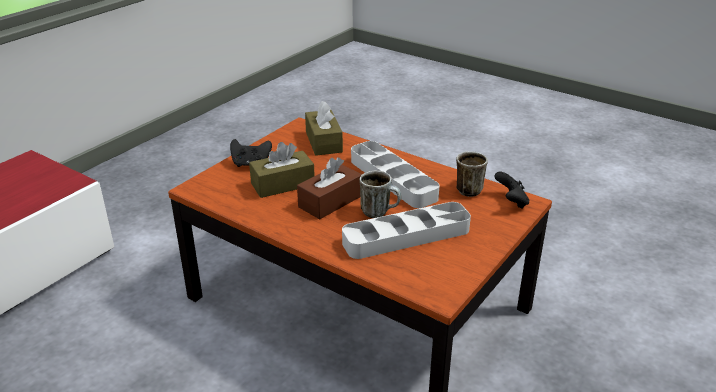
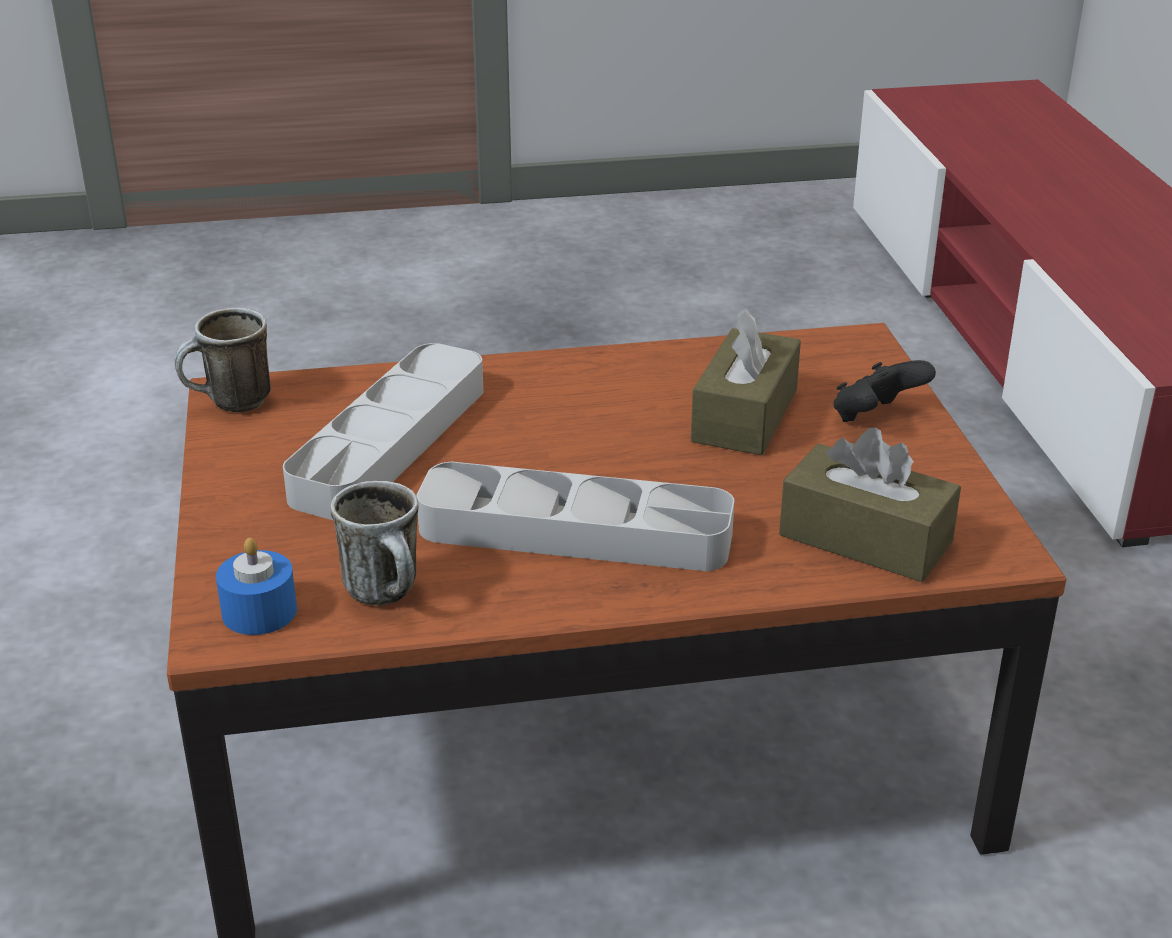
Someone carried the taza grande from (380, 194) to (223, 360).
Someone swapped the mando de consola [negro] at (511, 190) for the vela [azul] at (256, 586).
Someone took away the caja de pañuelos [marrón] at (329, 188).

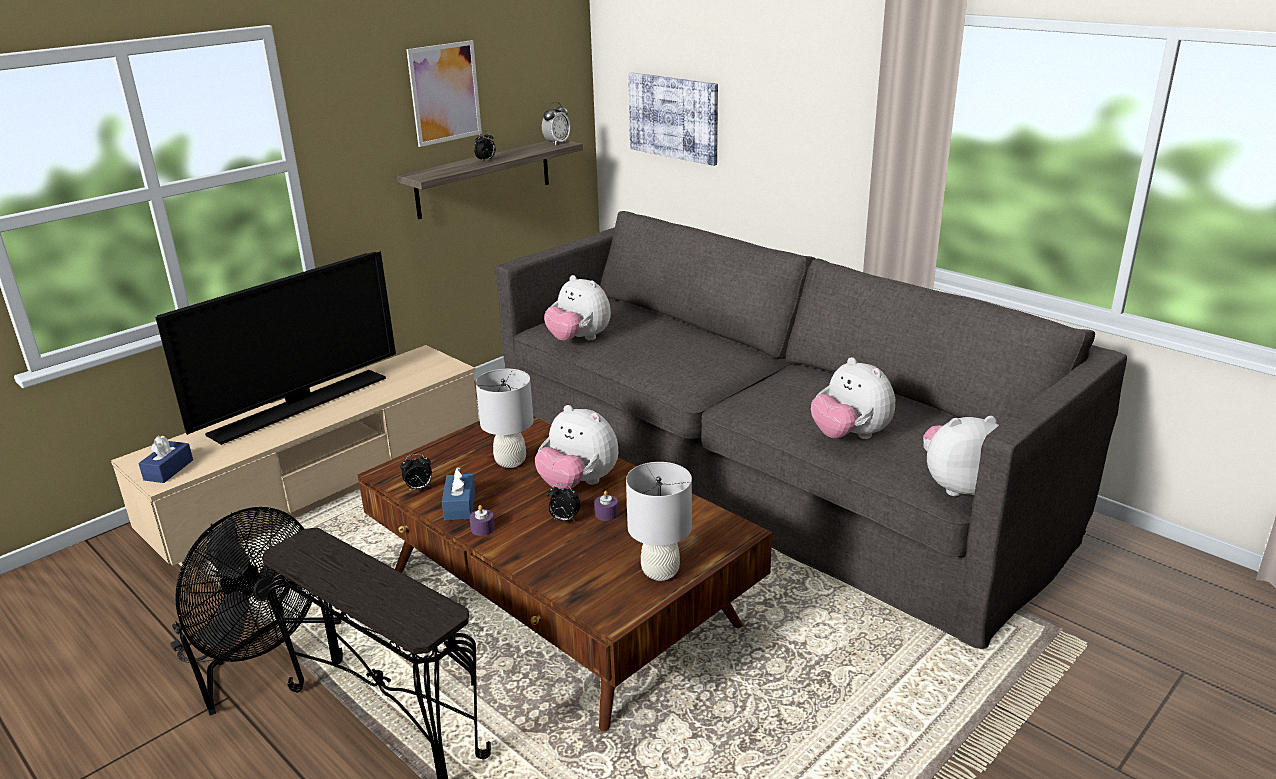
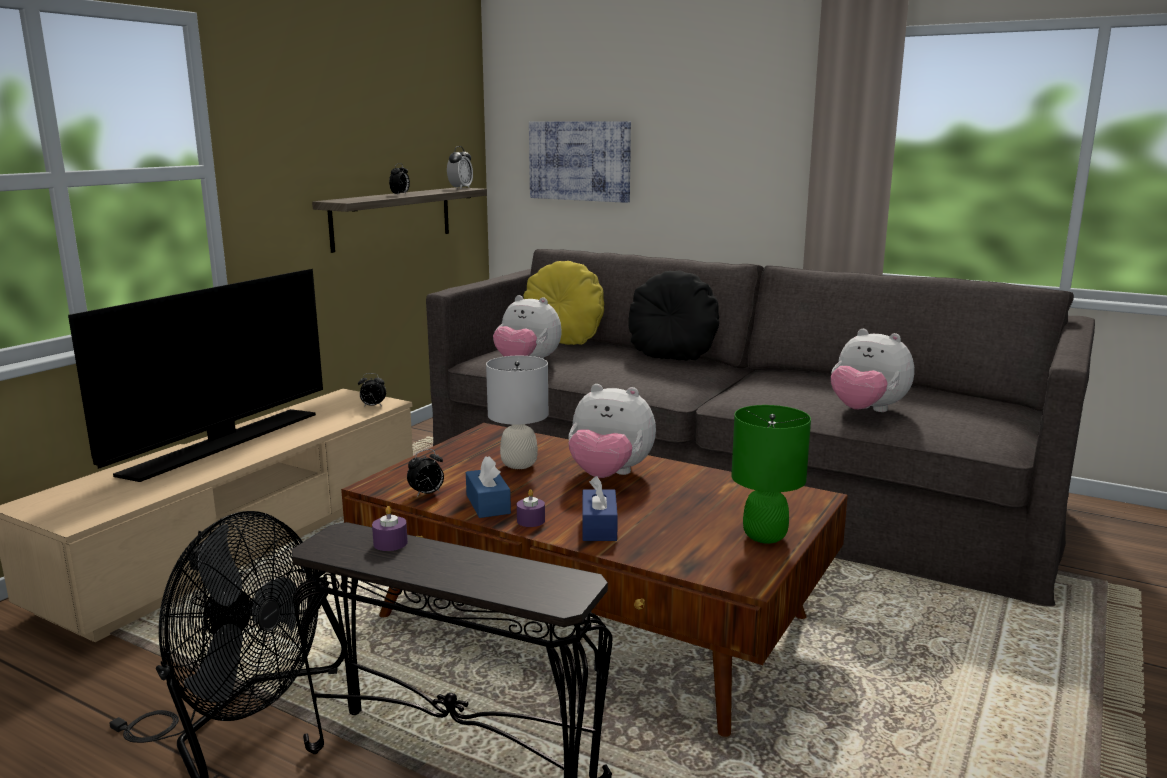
Someone carried the despertador from (564, 503) to (372, 390).
Someone carried the vela [morado] from (606, 506) to (390, 528).
Someone put down the cojín [amarillo] at (563, 303).
Someone carried the caja de pañuelos [azul] from (165, 459) to (600, 508).
Someone put down the cojín [negro] at (673, 315).
Someone repainted the lámpara de mesa [gris] at (659, 521), which became the lámpara de mesa [verde] at (771, 474).
Someone took away the cuadro at (444, 93).
Someone took away the peluche at (961, 456).

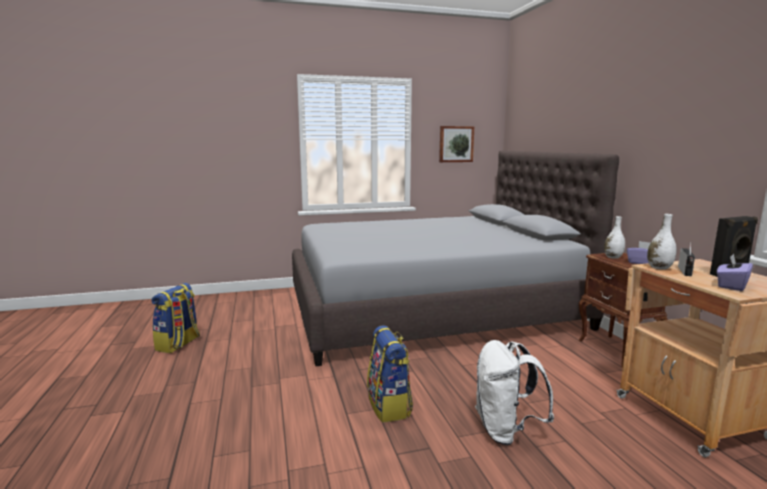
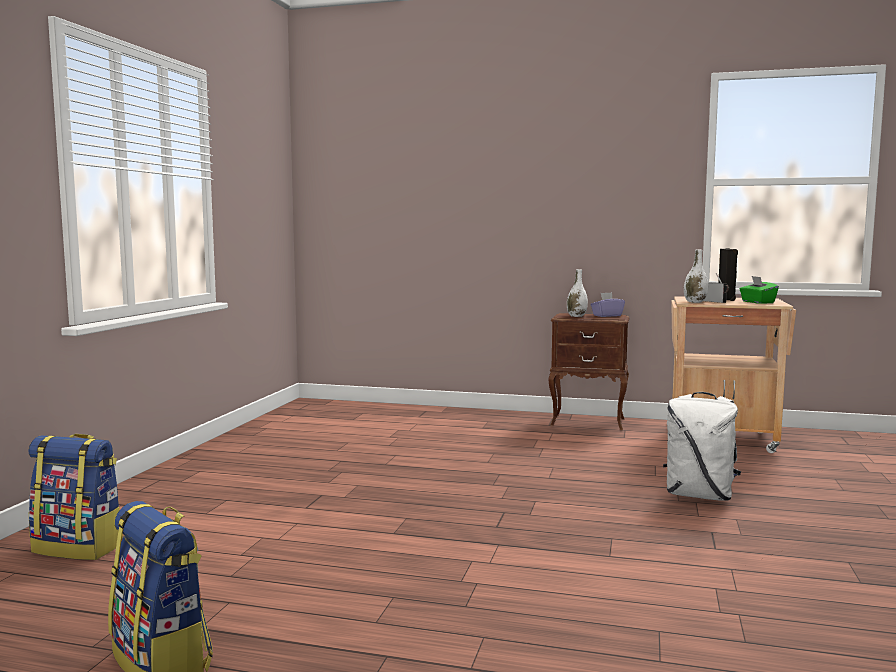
Someone carried the mochila from (390, 374) to (76, 497).
Someone repainted the caja de pañuelos [morado] at (735, 272), which became the caja de pañuelos [verde] at (759, 290).
Someone took away the cama [gris] at (455, 258).
Someone took away the cuadro at (456, 144).

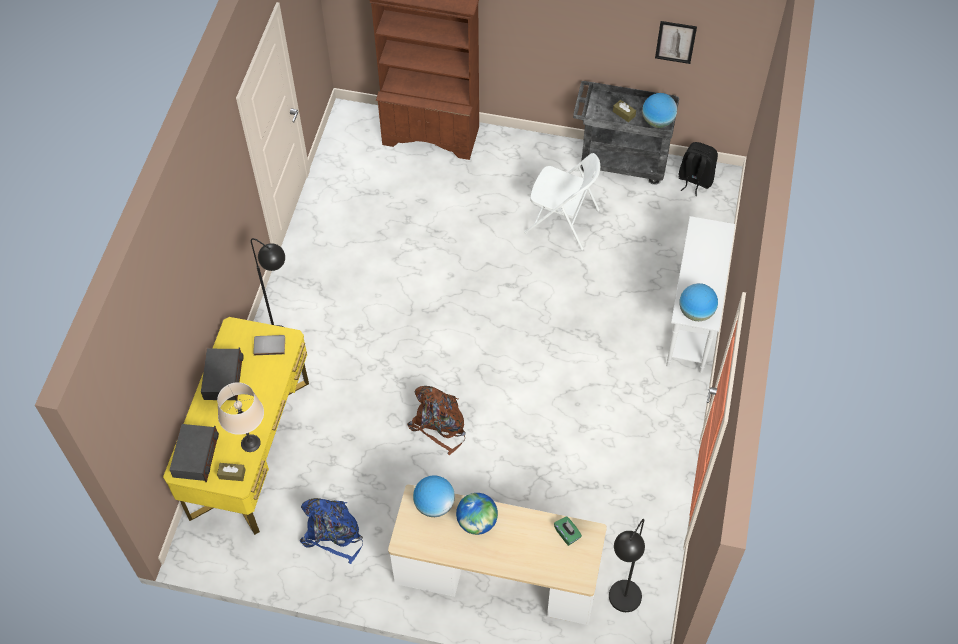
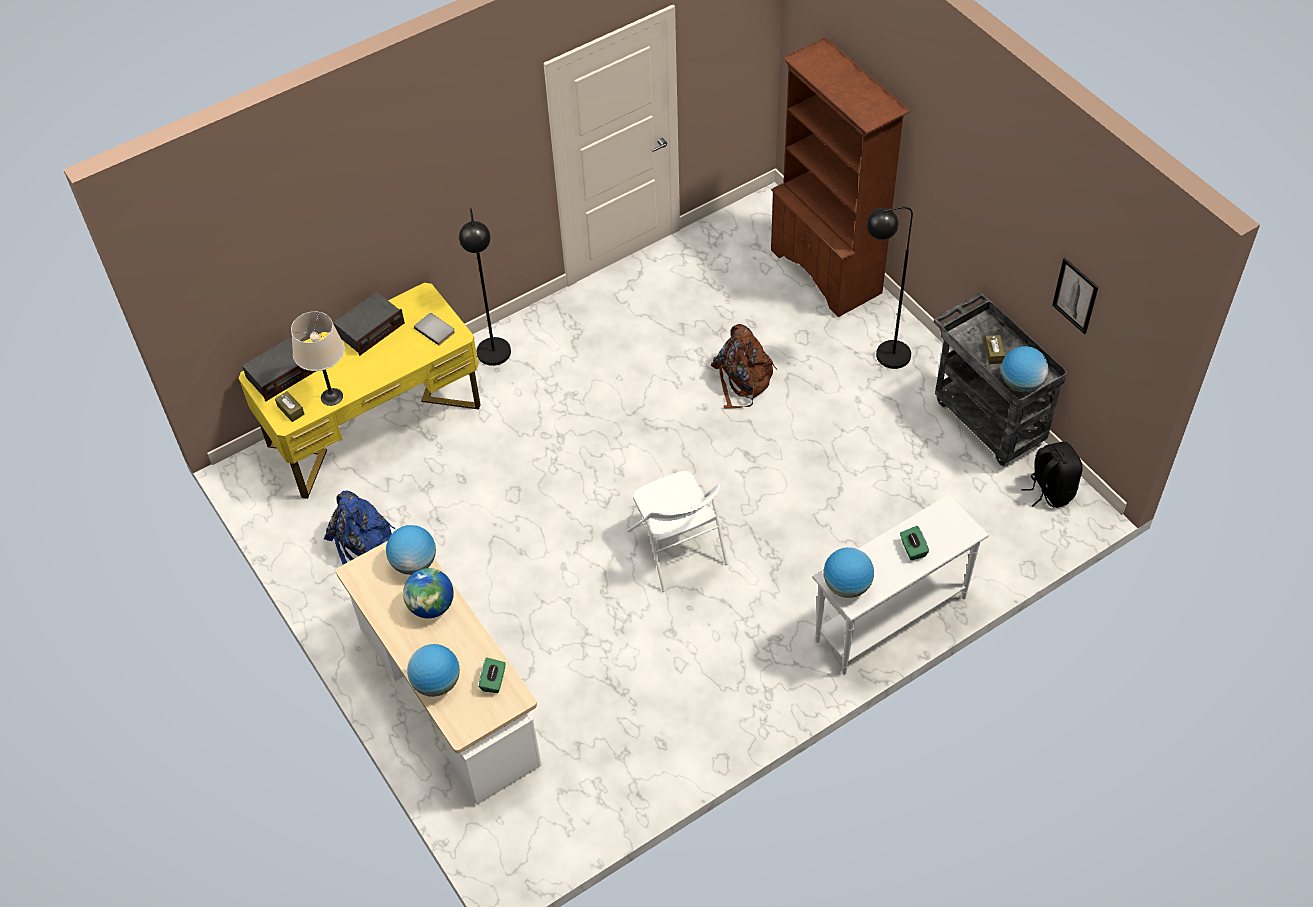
Someone put down the globo terráqueo at (433, 670).
Someone carried the silla [blanco] from (562, 201) to (678, 531).
Someone carried the mochila [marrón] from (436, 420) to (743, 366).
Someone carried the lámpara de pie [negro] from (627, 565) to (890, 288).
Someone put down the caja de pañuelos [verde] at (914, 543).

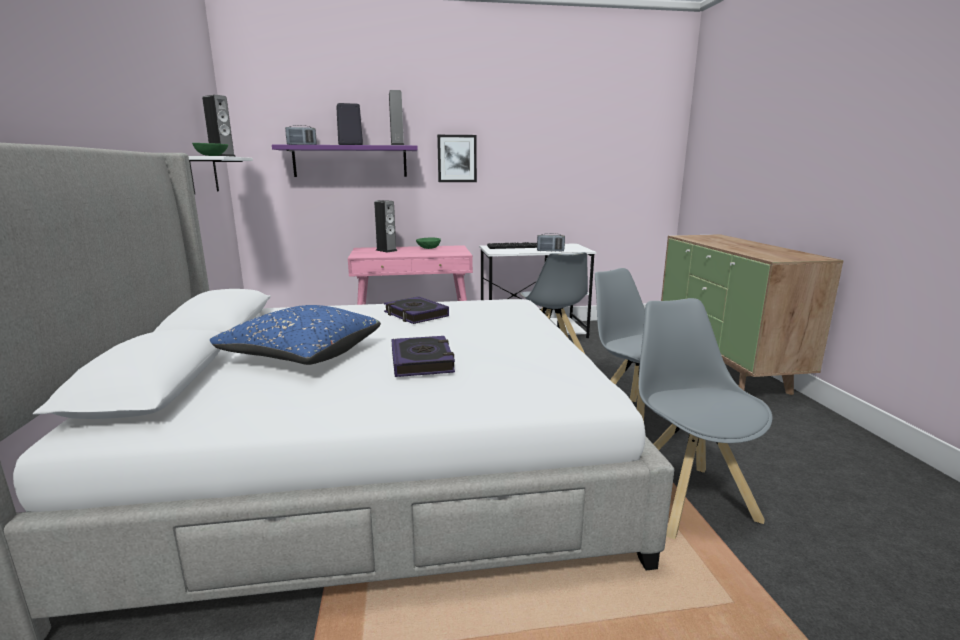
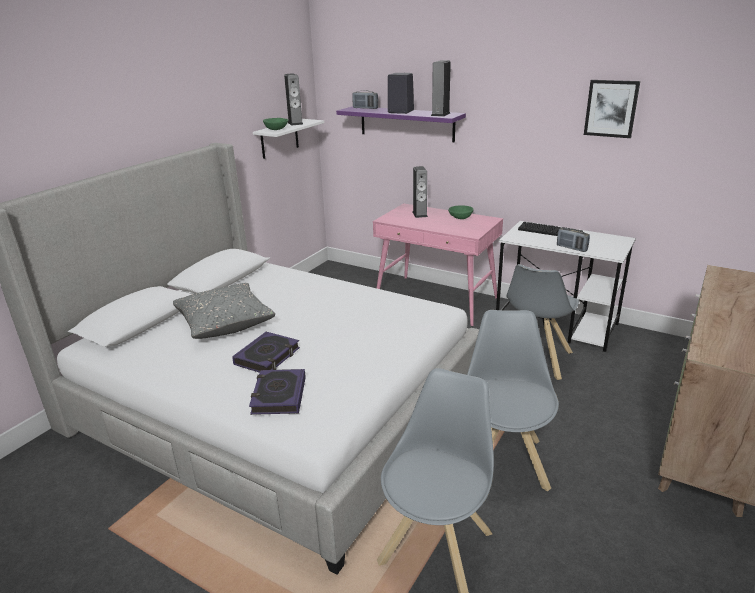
Someone repainted the cojín [azul] at (295, 335), which became the cojín [gris] at (224, 311).
Someone carried the libro from (416, 310) to (277, 392).
Someone carried the cuadro from (457, 158) to (612, 109).

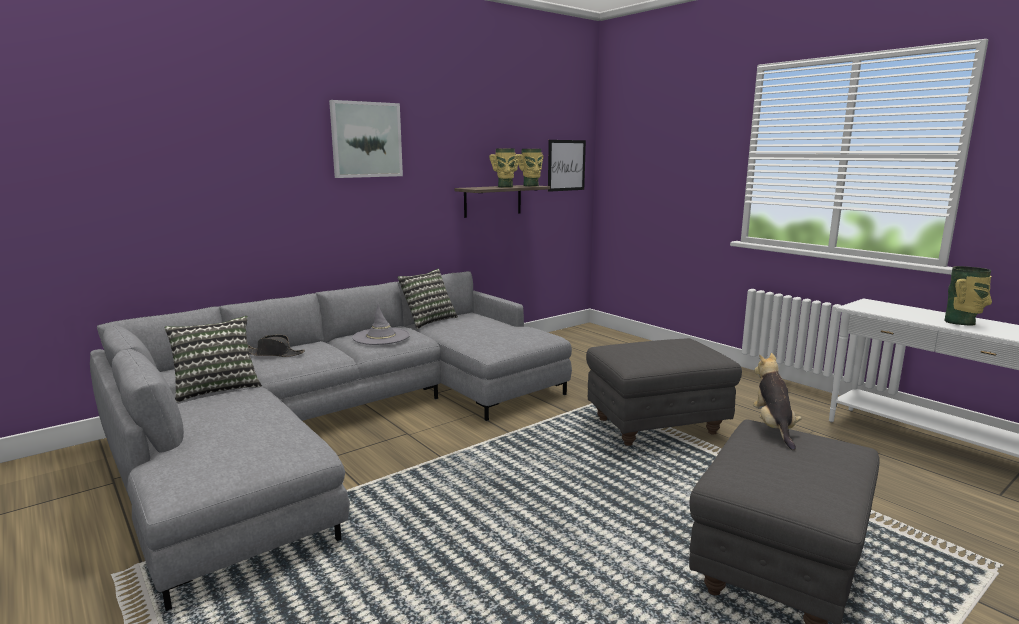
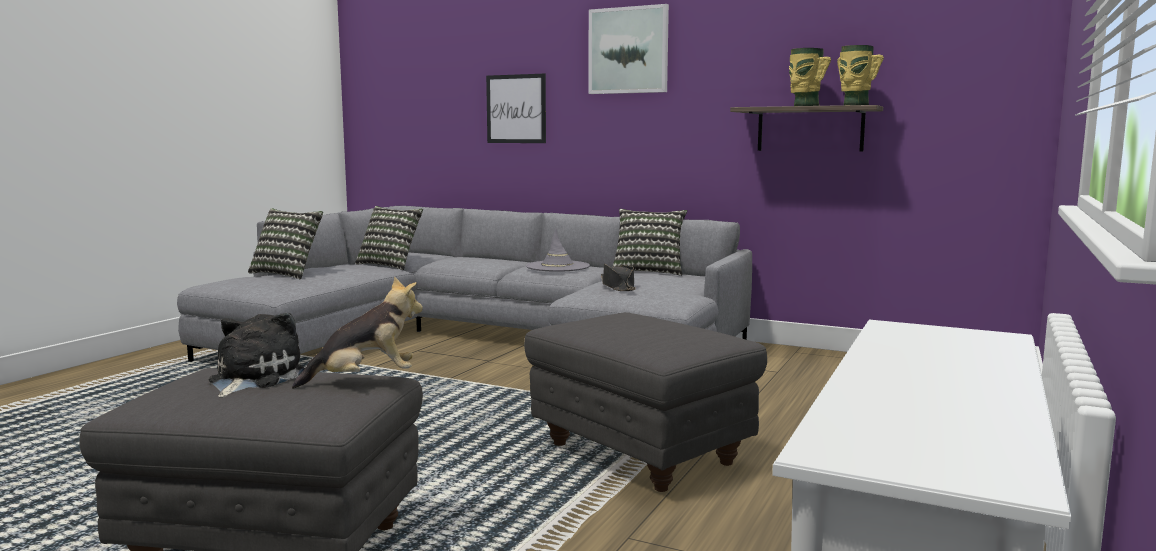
Someone put down the peluche at (256, 355).
Someone put down the cojín at (285, 244).
Someone carried the cuadro from (567, 166) to (516, 108).
Someone carried the sombrero [negro] from (276, 346) to (618, 277).
Someone took away the florero at (968, 296).

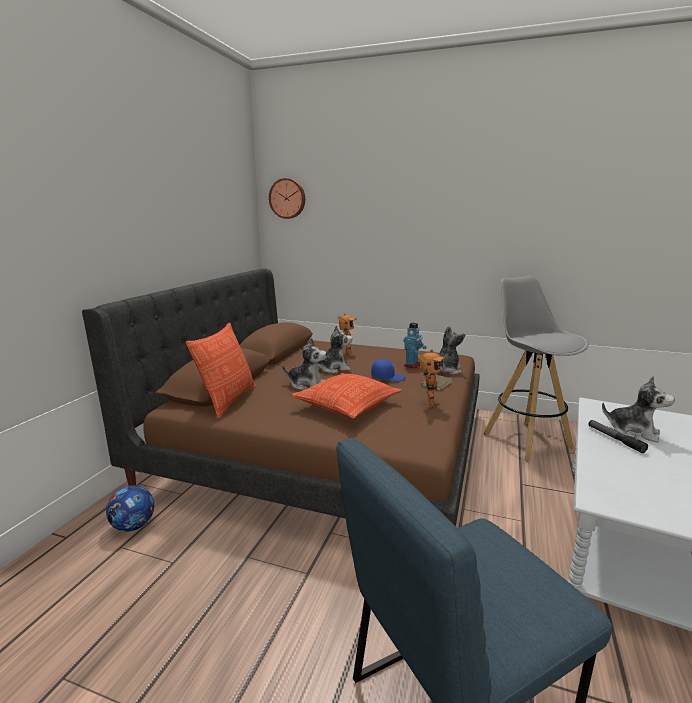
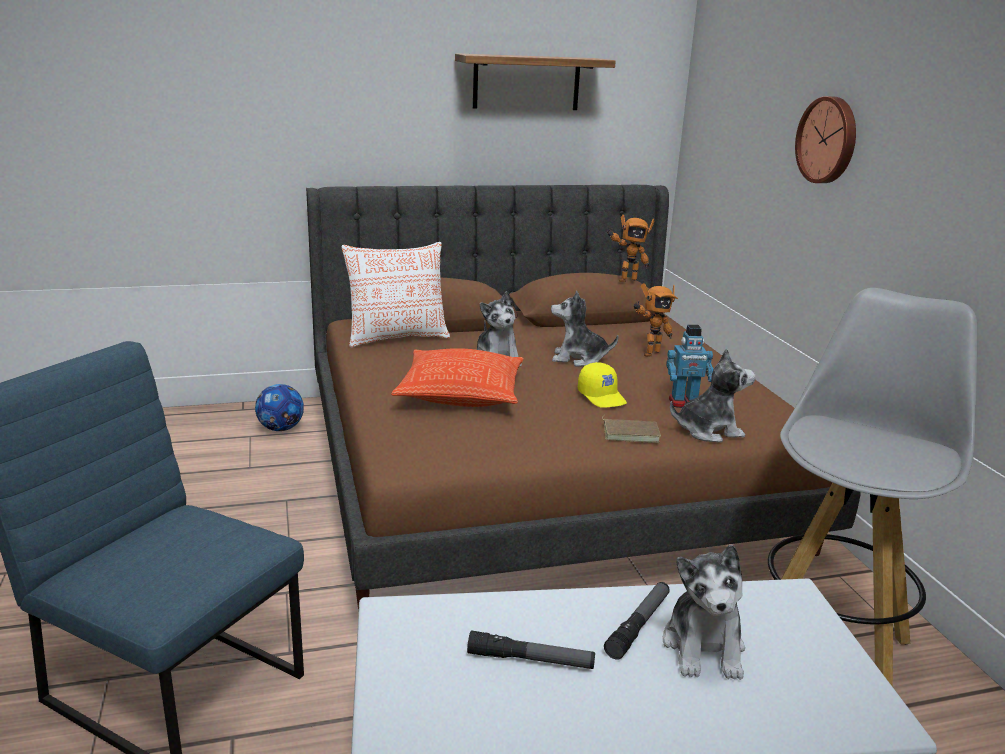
Someone repainted the cojín [naranja] at (221, 371), which became the cojín [blanco] at (396, 295).
Someone put up the estante at (535, 81).
Someone put down the linterna at (531, 649).
Someone rotated the peluche at (334, 349) by 150 degrees clockwise.
Someone repainted the gorra [azul] at (388, 370), which became the gorra [amarillo] at (602, 385).
Someone carried the robot de juguete from (431, 379) to (630, 248).
Someone carried the reloj de pared from (287, 198) to (825, 139).

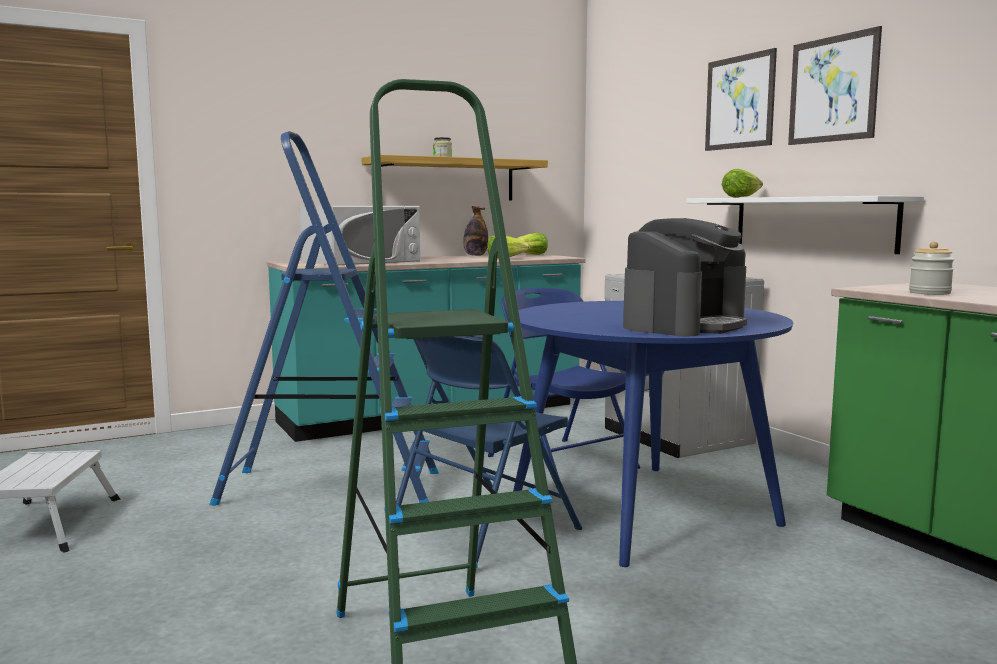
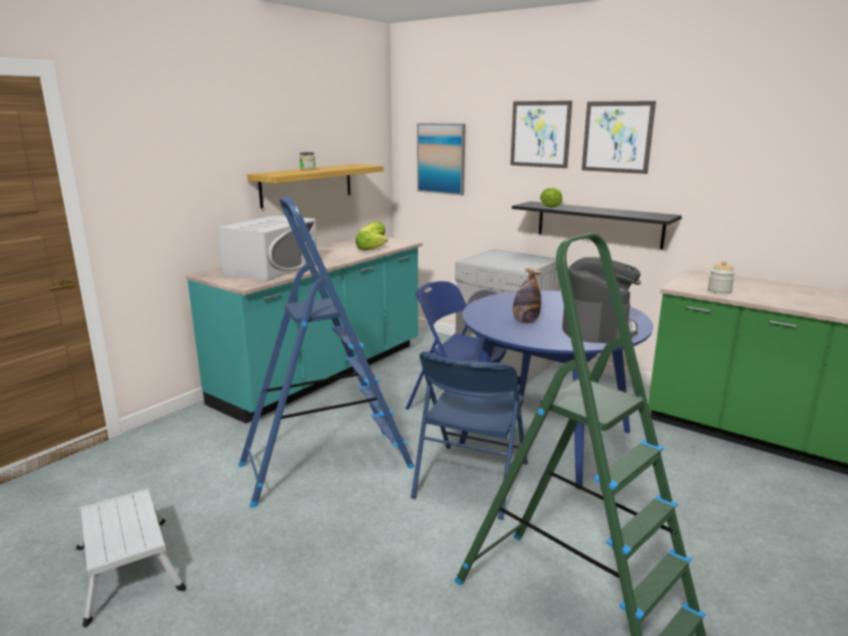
Someone put up the cuadro at (441, 159).
Someone repainted the estante [blanco] at (805, 225), which became the estante [negro] at (597, 225).
Someone carried the botella from (475, 231) to (527, 295).

